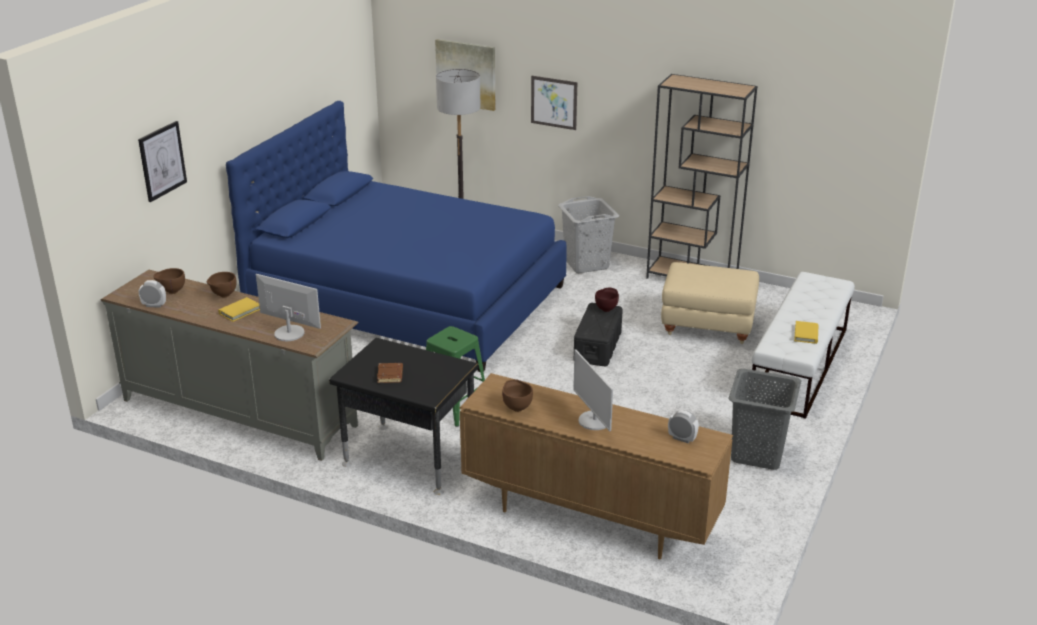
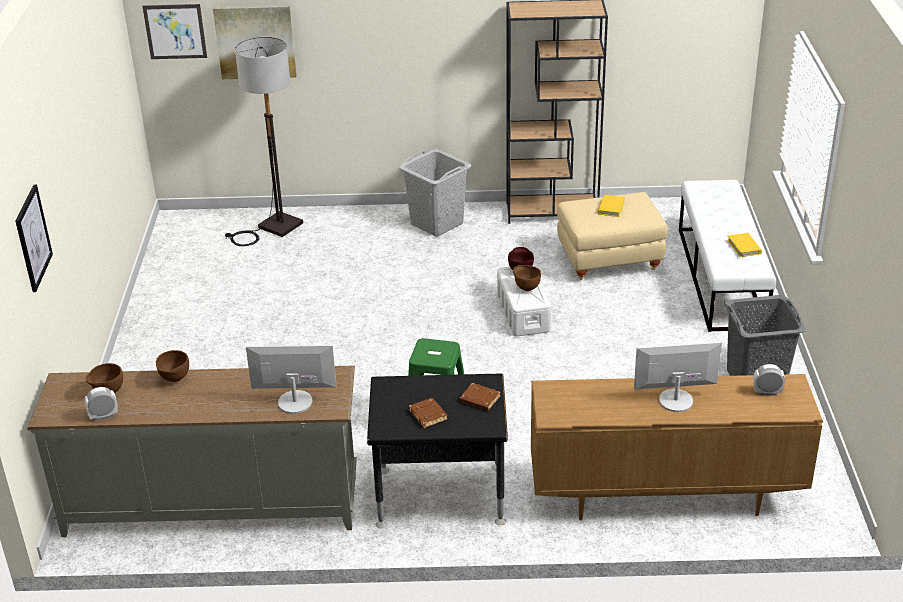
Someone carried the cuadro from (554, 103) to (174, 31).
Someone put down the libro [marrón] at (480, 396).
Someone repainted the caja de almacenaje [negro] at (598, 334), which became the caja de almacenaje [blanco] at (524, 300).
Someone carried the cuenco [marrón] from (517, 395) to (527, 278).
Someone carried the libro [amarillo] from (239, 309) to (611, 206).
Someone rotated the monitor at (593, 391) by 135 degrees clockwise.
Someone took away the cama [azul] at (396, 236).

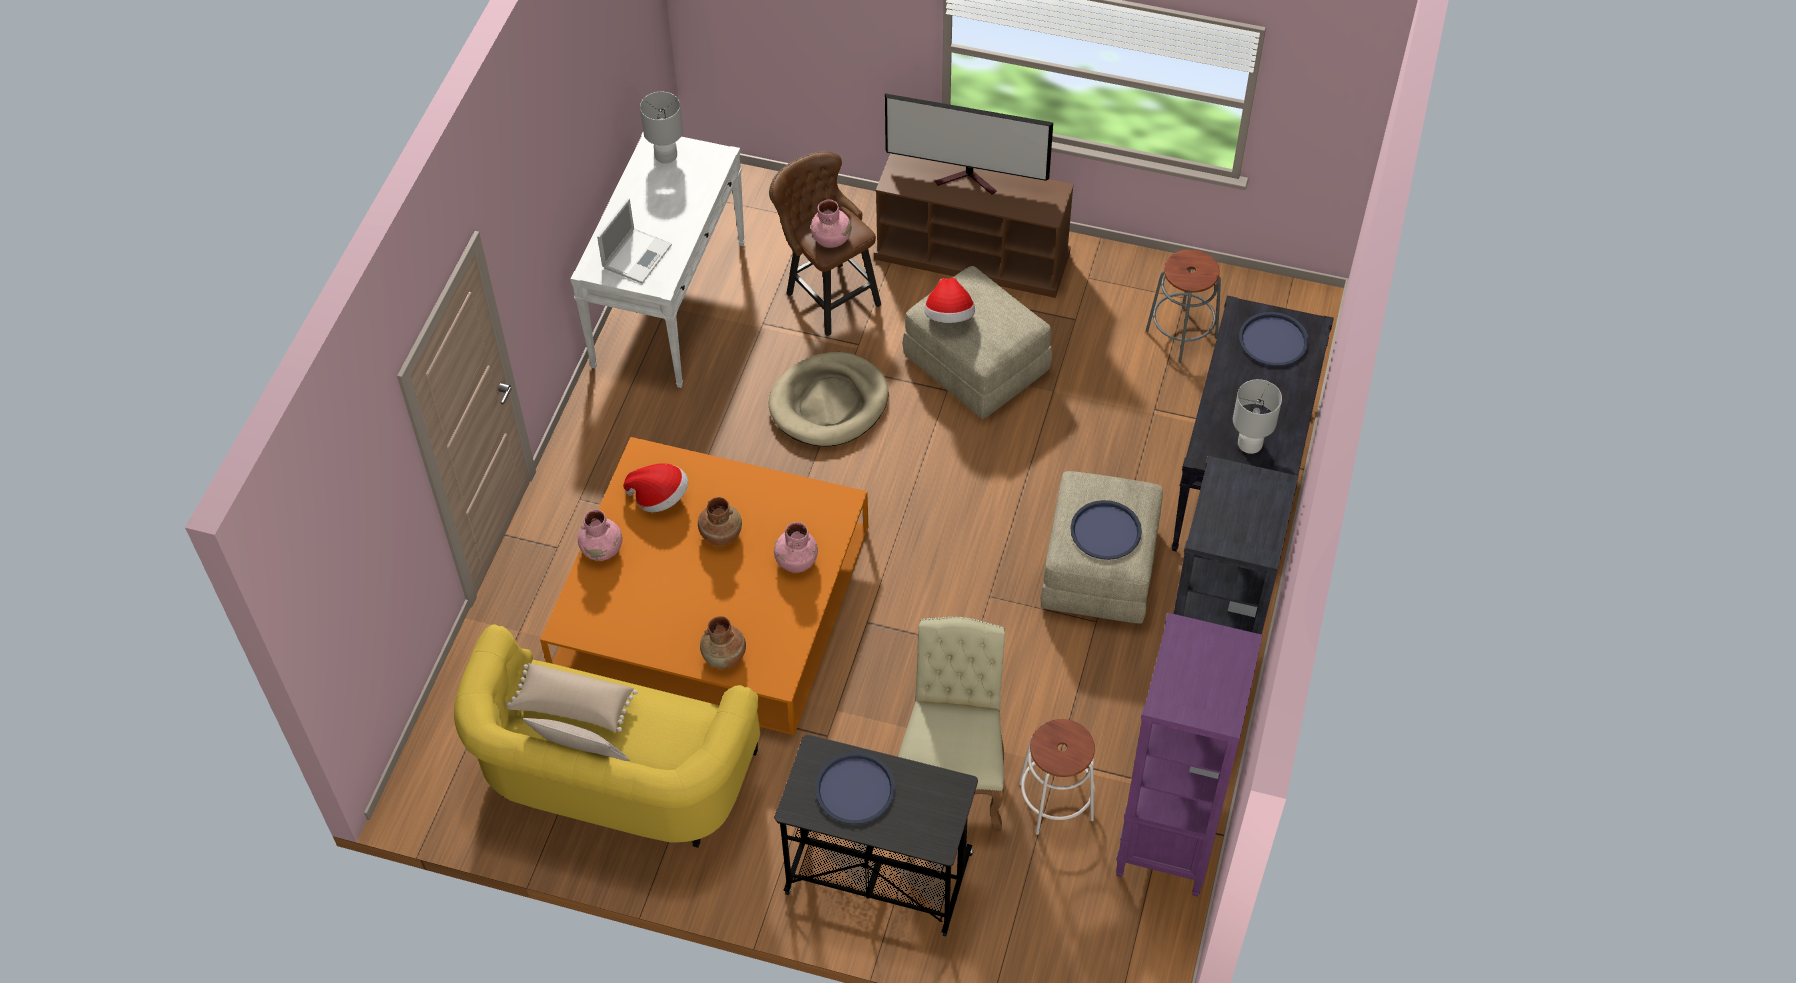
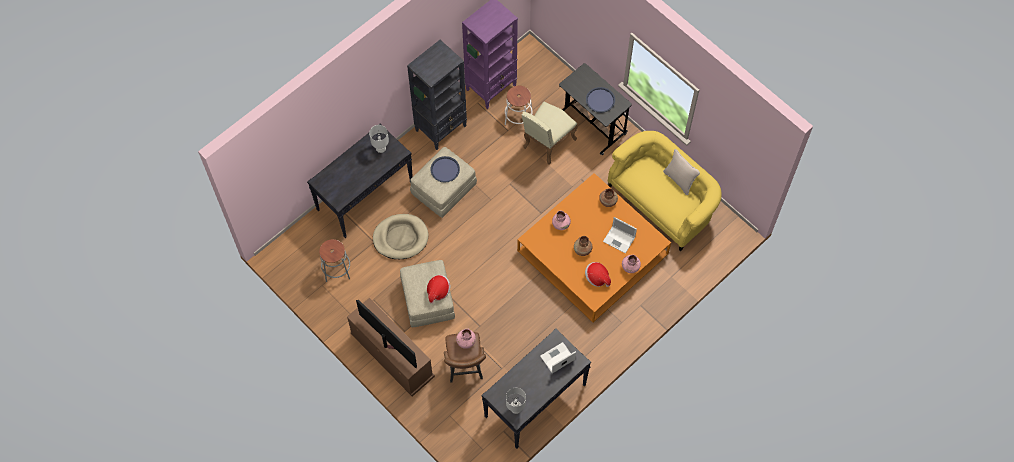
Someone carried the cama para perro [beis] from (828, 399) to (401, 236).
Someone repainted the mesa consola [blanco] at (657, 260), which became the mesa consola [negro] at (536, 388).
Someone put down the portátil at (620, 235).
Someone took away the cojín [beis] at (572, 697).
Someone took away the bandeja [azul] at (1274, 339).

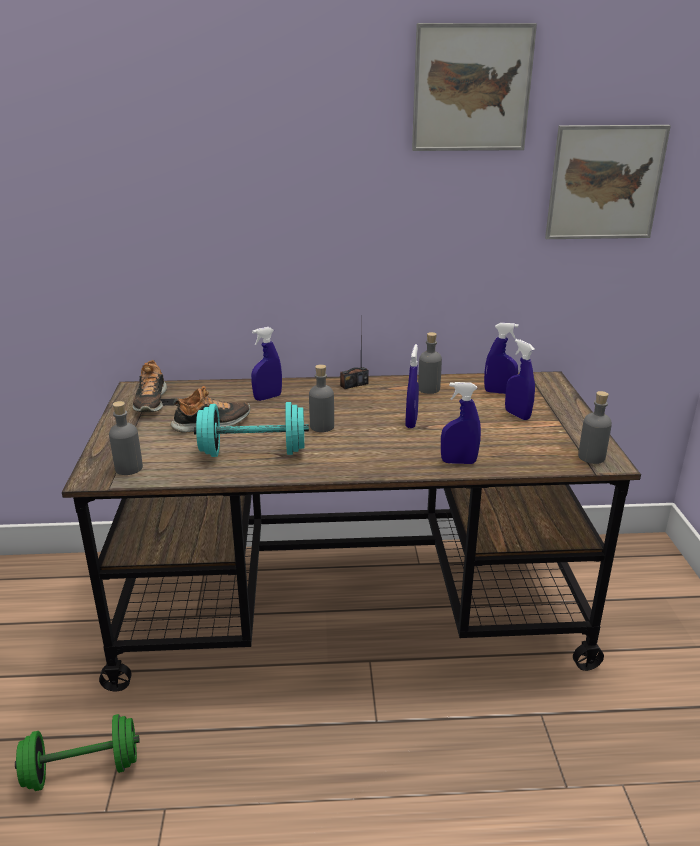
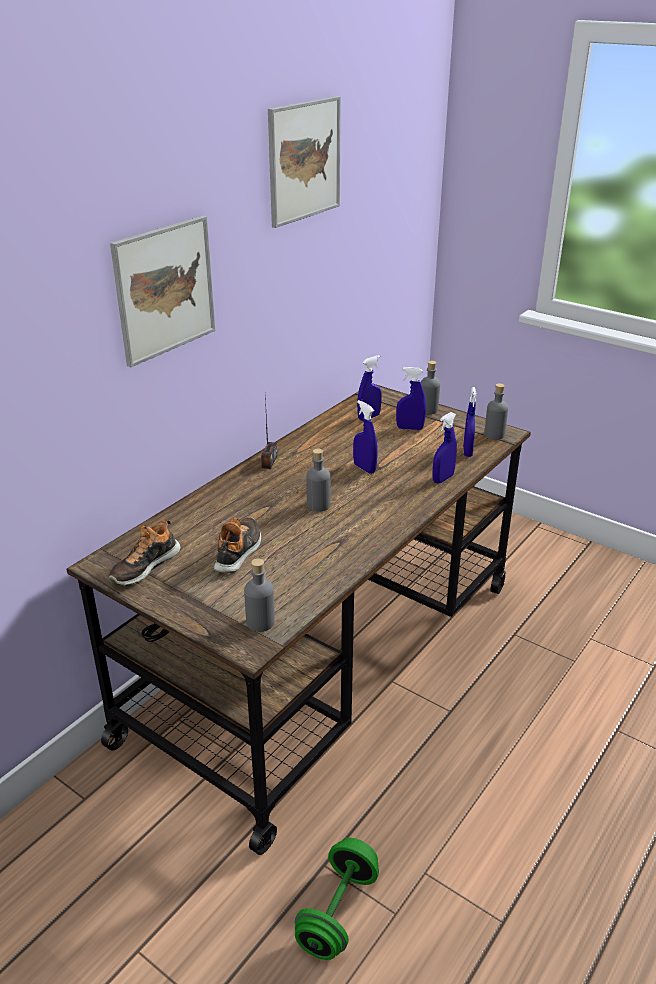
Someone rotated the zapato at (149, 386) by 90 degrees clockwise.
Someone carried the cuadro from (608, 182) to (162, 291).
Someone carried the botella [gris] from (430, 363) to (430, 387).
Someone carried the pulverizador [azul] from (266, 364) to (469, 422).
Someone took away the mancuerna [turquesa] at (251, 429).

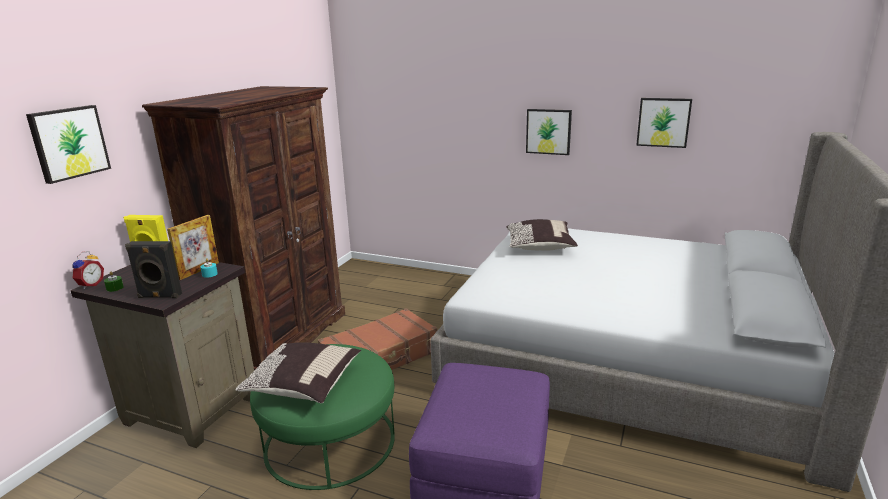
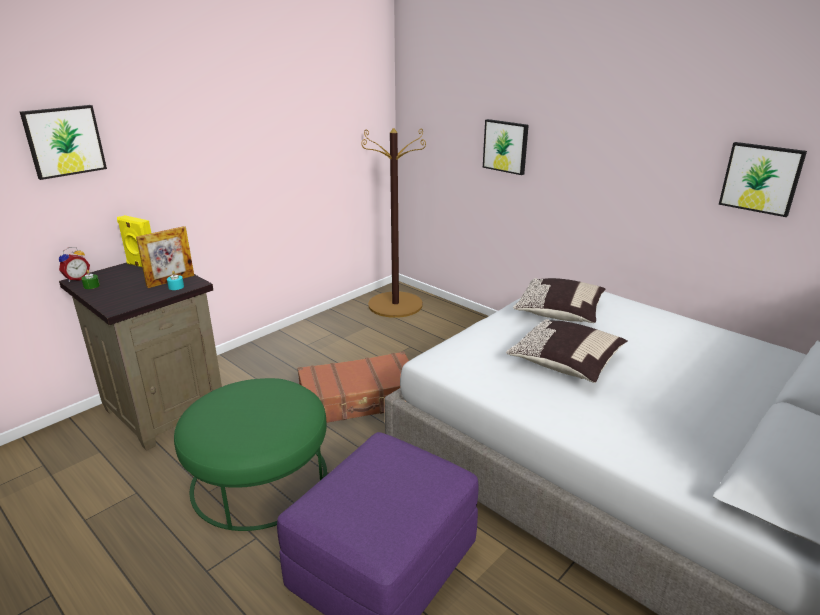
Someone put down the perchero [marrón] at (393, 223).
Someone carried the cuadro from (549, 132) to (506, 147).
Someone carried the cojín from (298, 372) to (567, 351).
Someone took away the altavoz [negro] at (153, 269).
Someone took away the armario ropero [marrón] at (243, 228).

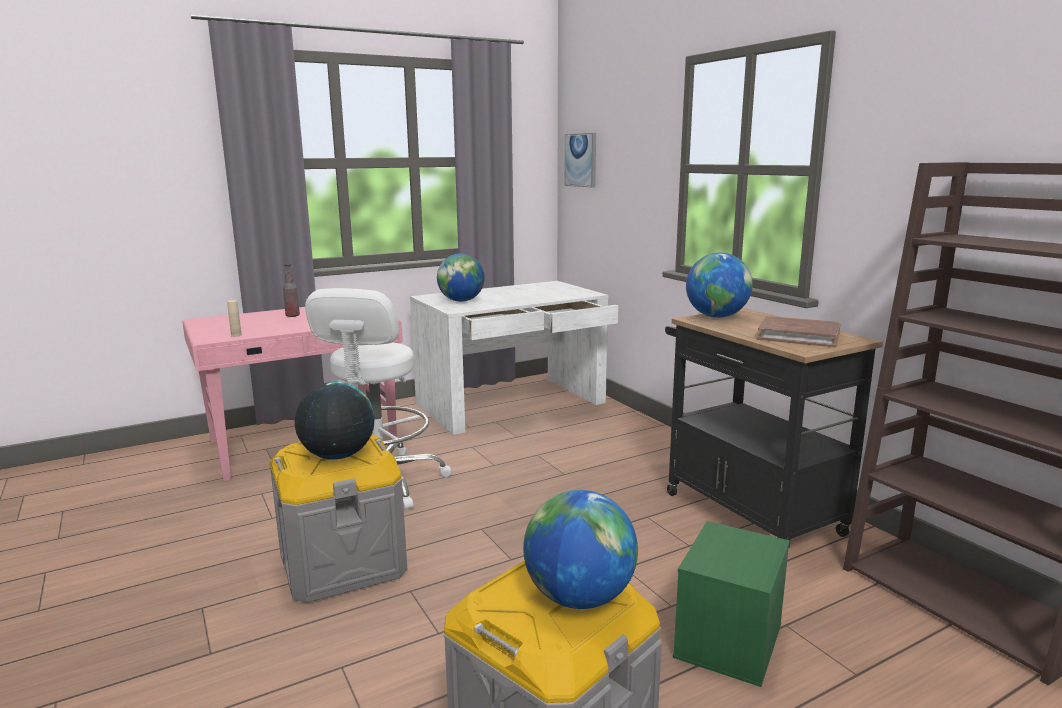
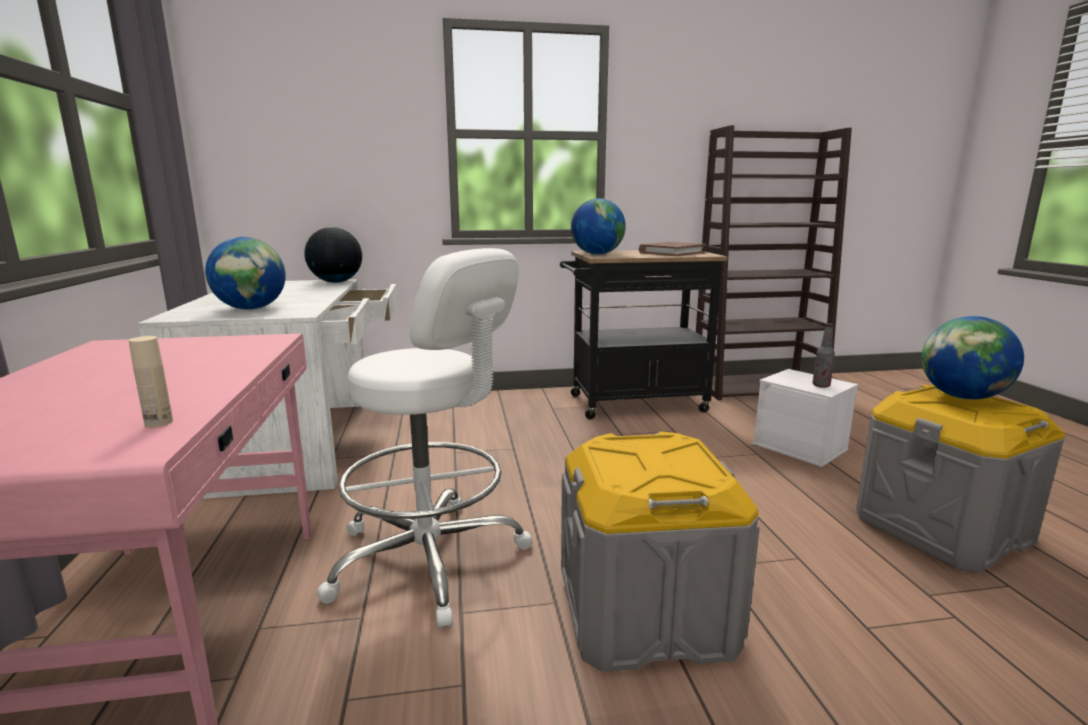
Someone carried the globo terráqueo from (334, 420) to (333, 255).
Someone repainted the caja de almacenaje [verde] at (731, 604), which became the caja de almacenaje [blanco] at (805, 418).
Someone carried the botella from (291, 290) to (823, 355).
Someone took away the cuadro at (580, 160).

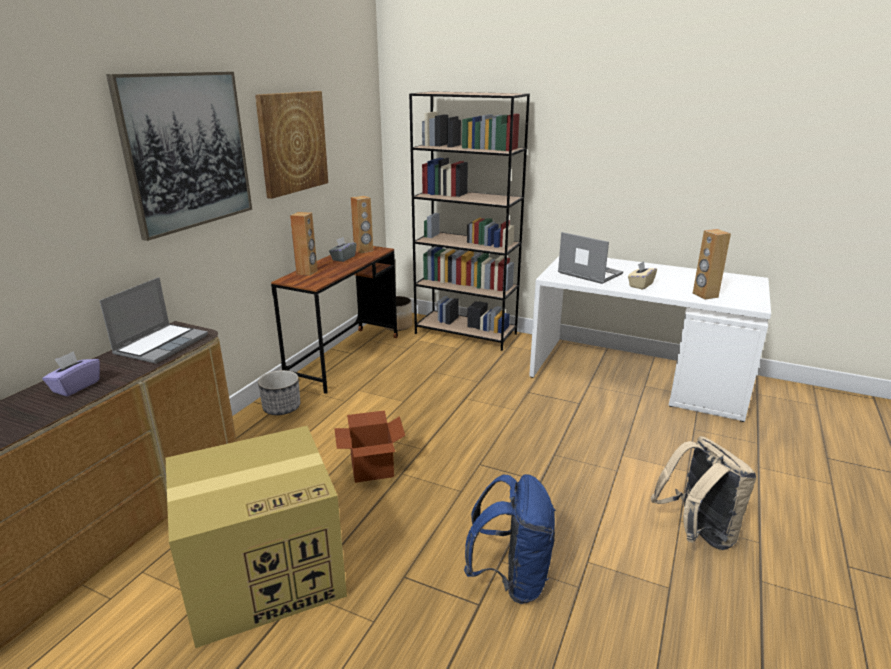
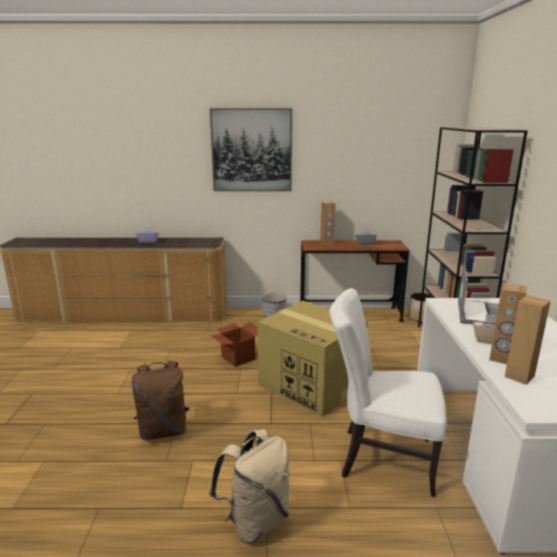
Someone repainted the mochila [azul] at (510, 539), which became the mochila [marrón] at (160, 400).
Someone carried the caja de cartón from (256, 537) to (312, 359).
Someone put down the silla [blanco] at (388, 392).
Someone carried the altavoz [marrón] from (362, 224) to (508, 323).
Someone took away the portátil at (153, 320).
Someone took away the cuadro at (291, 145).

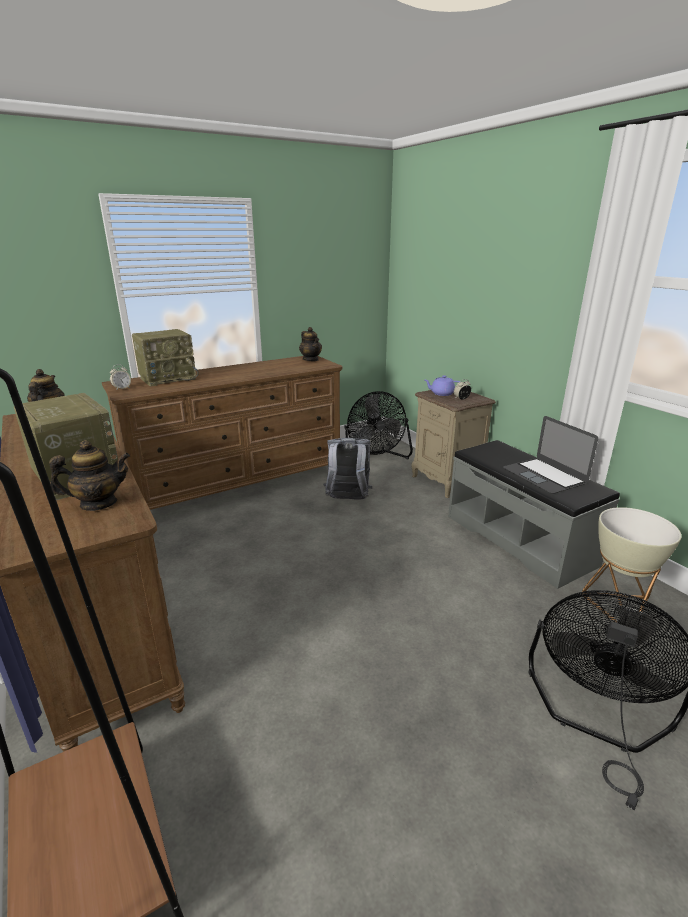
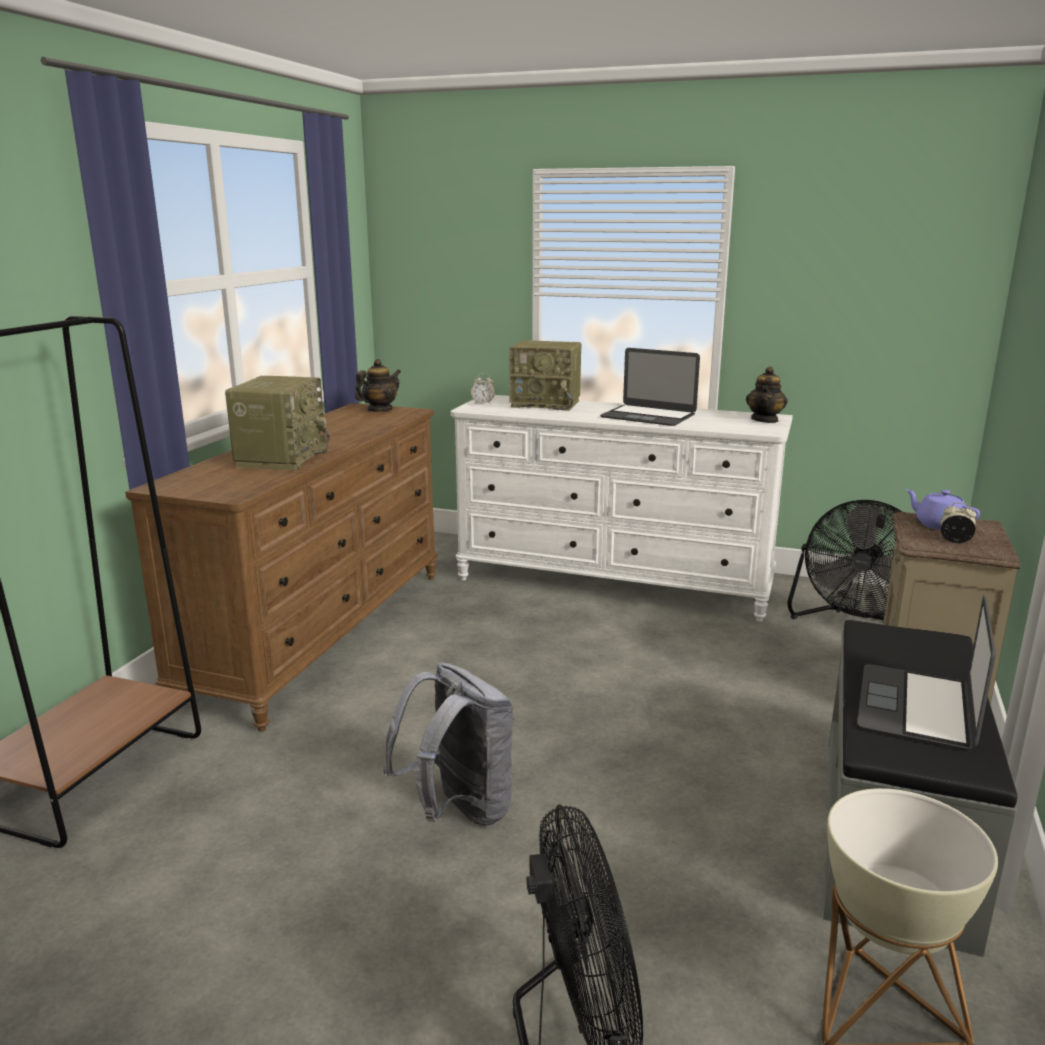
Someone carried the mochila [gris] from (347, 469) to (449, 744).
Someone repainted the cómoda [marrón] at (222, 433), which became the cómoda [blanco] at (622, 508).
Someone put down the portátil at (650, 387).
Someone took away the tetera at (89, 475).

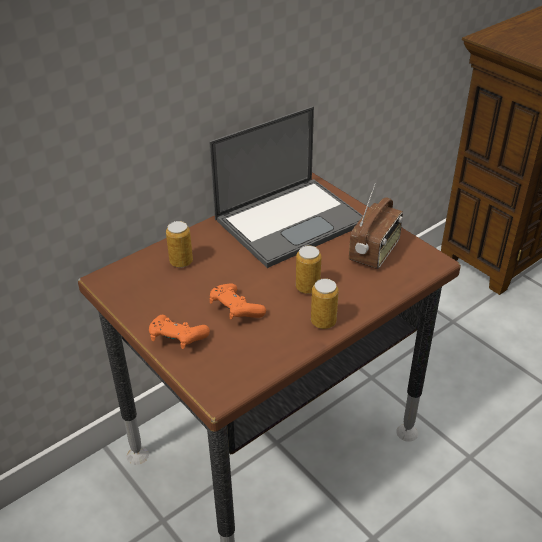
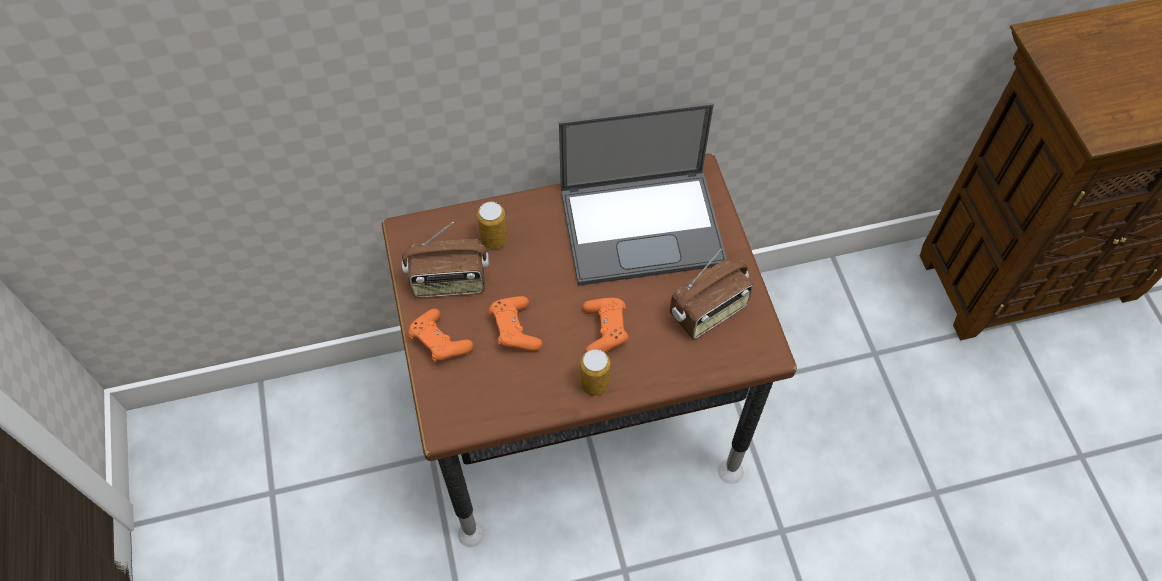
Someone put down the radio at (445, 259).
Someone swapped the lata at (309, 270) for the mando de consola [naranja] at (605, 325).

